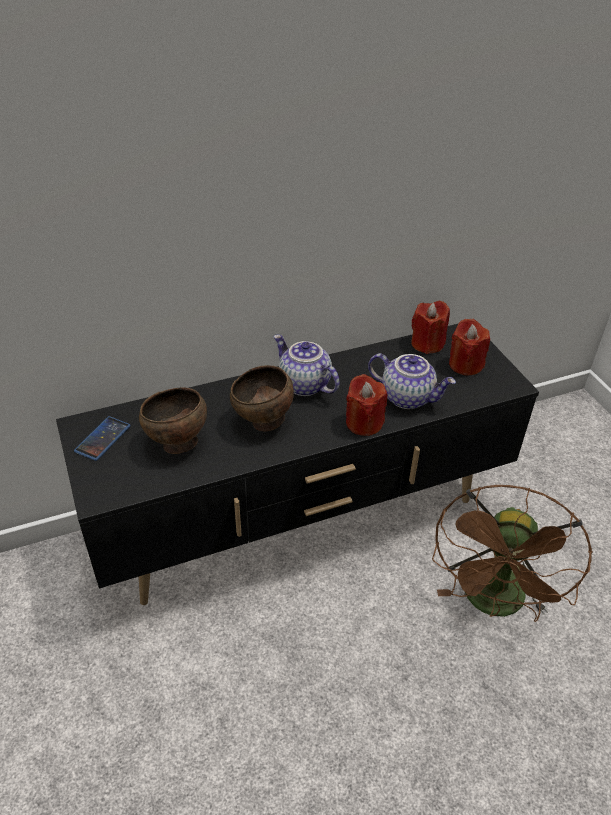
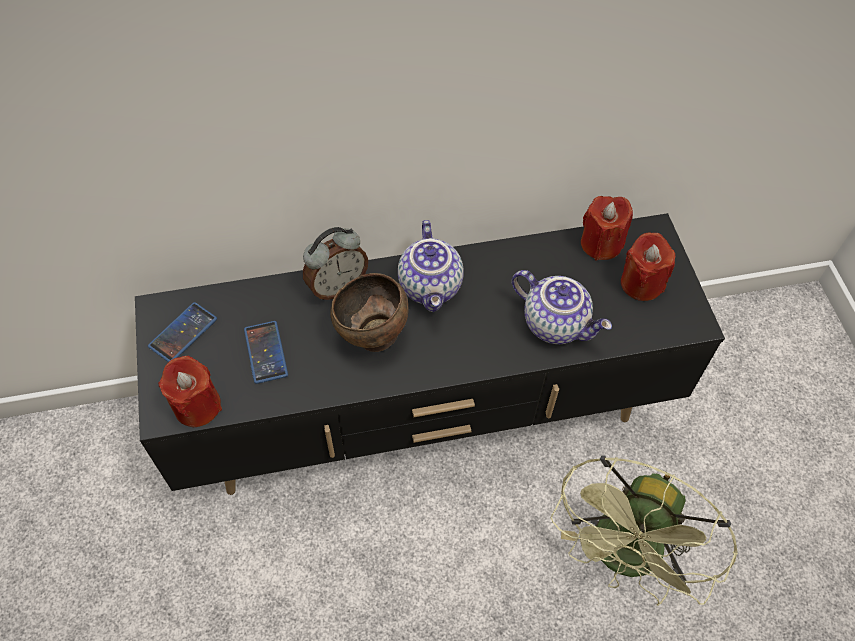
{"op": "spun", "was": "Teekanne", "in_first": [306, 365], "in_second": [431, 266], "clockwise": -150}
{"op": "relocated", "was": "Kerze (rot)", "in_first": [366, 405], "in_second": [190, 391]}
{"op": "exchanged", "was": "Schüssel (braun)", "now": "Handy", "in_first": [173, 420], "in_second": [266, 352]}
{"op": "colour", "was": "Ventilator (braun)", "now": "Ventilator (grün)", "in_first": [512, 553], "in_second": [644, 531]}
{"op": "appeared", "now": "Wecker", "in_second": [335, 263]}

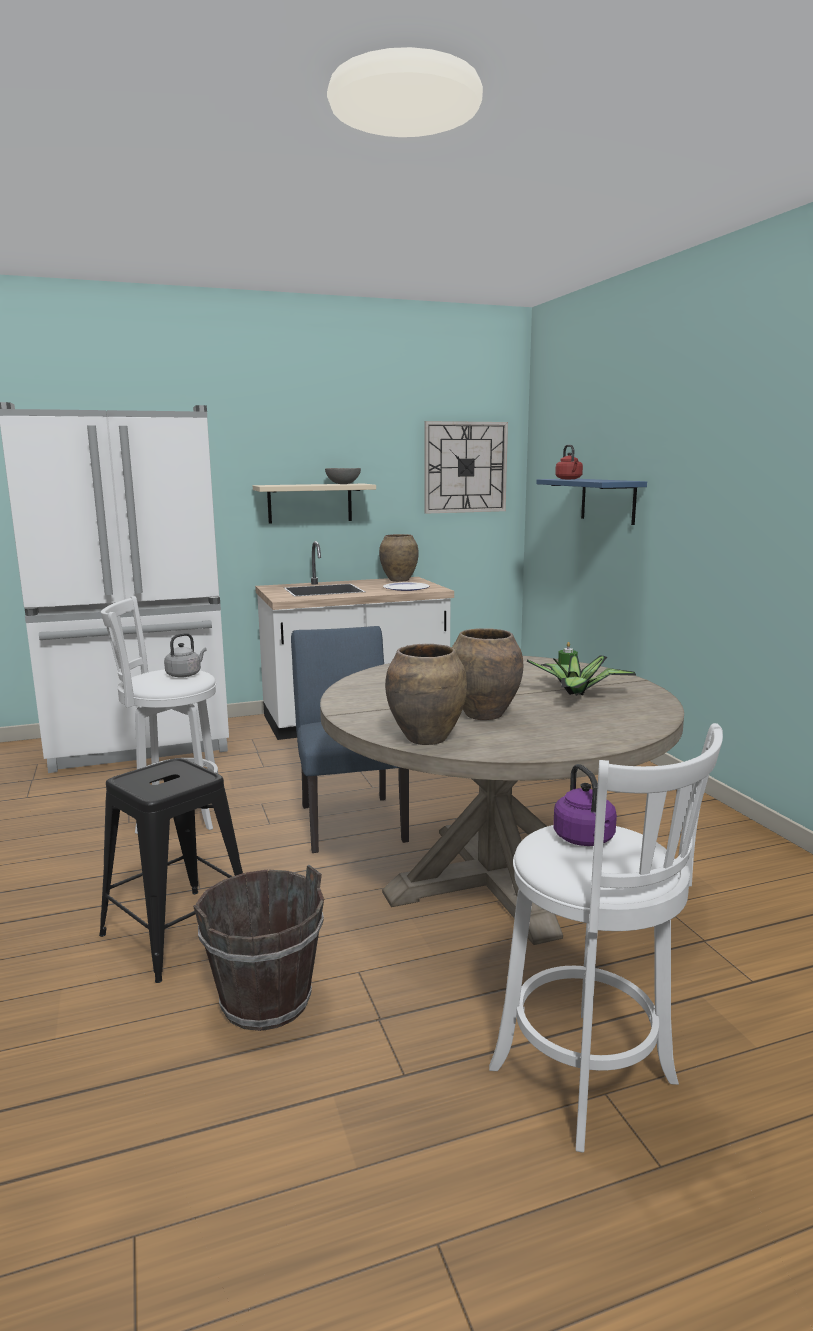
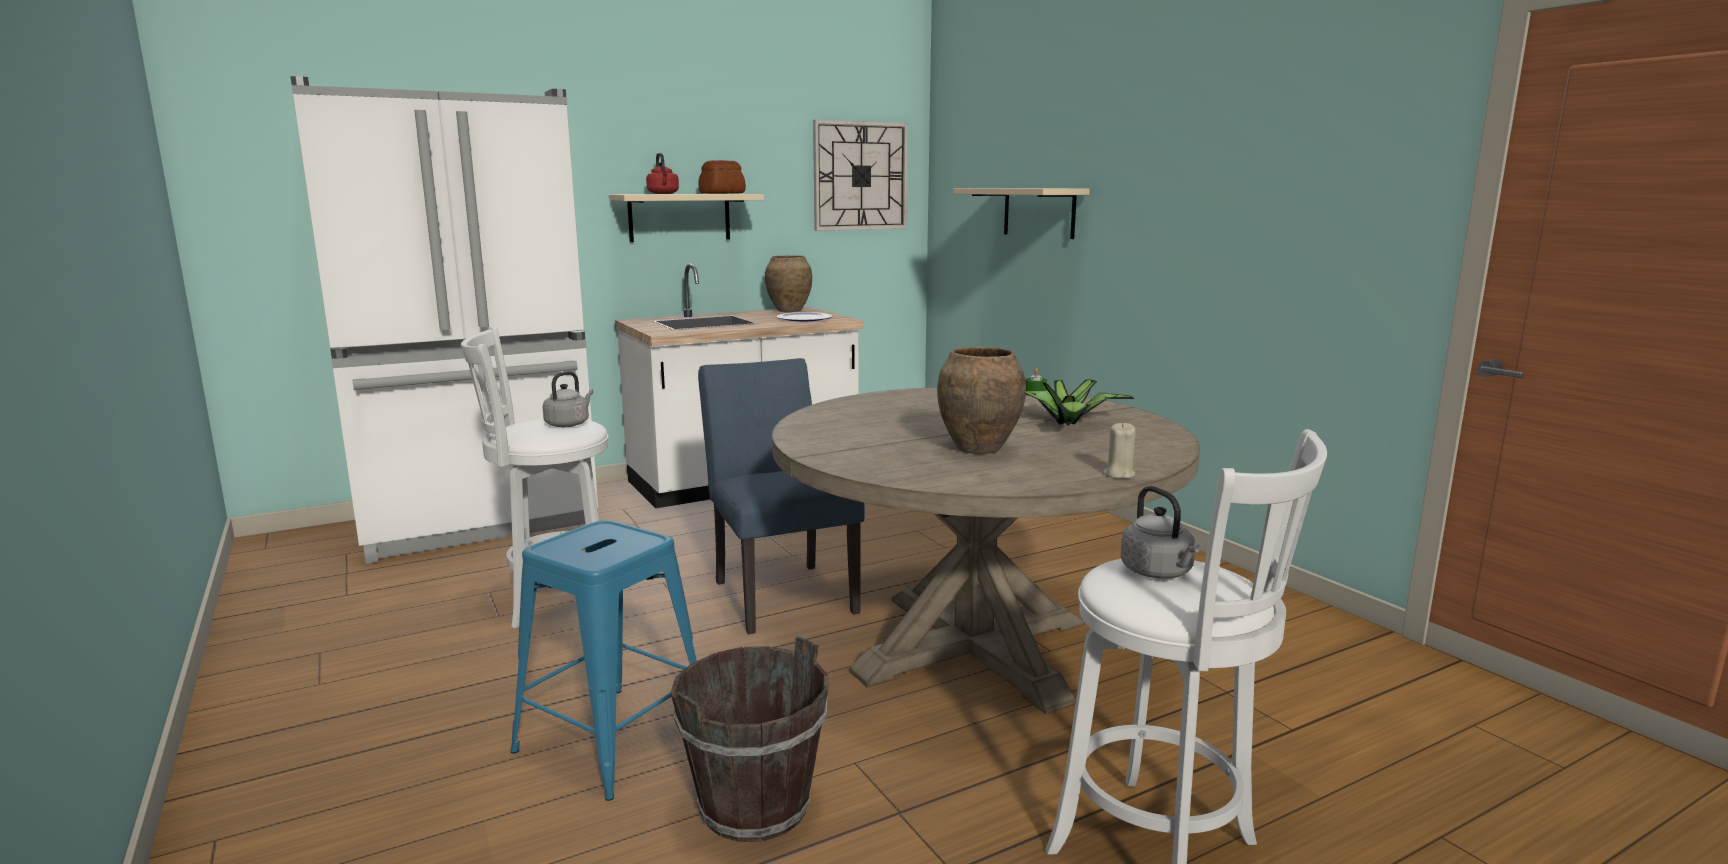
{"op": "relocated", "was": "Wasserkessel (rot)", "in_first": [569, 462], "in_second": [662, 173]}
{"op": "exchanged", "was": "Schüssel (grau)", "now": "Brot", "in_first": [343, 476], "in_second": [722, 177]}
{"op": "colour", "was": "Wandregal (blau)", "now": "Wandregal (beige)", "in_first": [591, 502], "in_second": [1022, 213]}
{"op": "missing", "was": "Vase (braun)", "in_first": [426, 694]}
{"op": "colour", "was": "Hocker (schwarz)", "now": "Hocker (blau)", "in_first": [175, 870], "in_second": [603, 660]}
{"op": "colour", "was": "Wasserkessel (lila)", "now": "Wasserkessel (grau)", "in_first": [585, 805], "in_second": [1160, 532]}
{"op": "appeared", "now": "Kerze (beige)", "in_second": [1119, 450]}

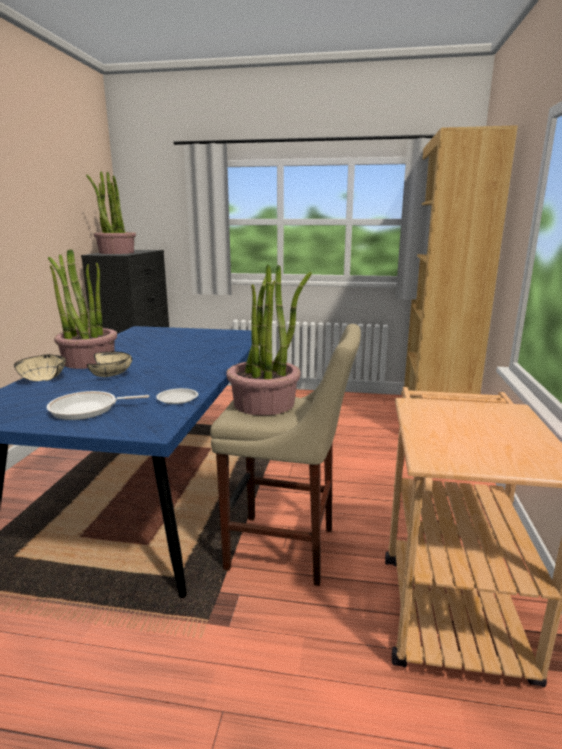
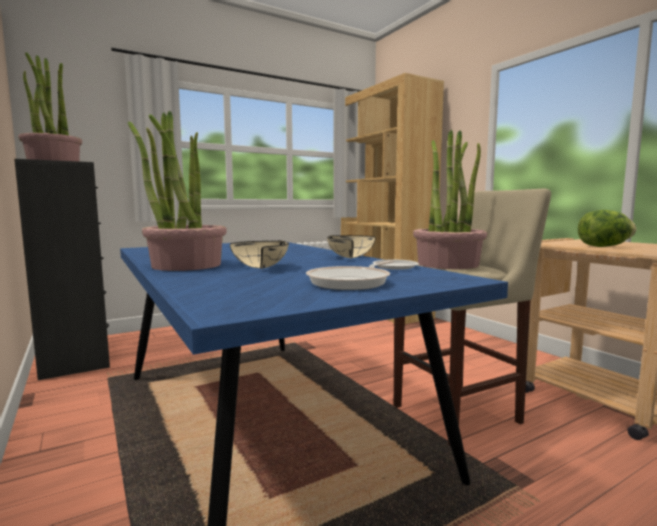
{"op": "relocated", "was": "Schüssel (beige)", "in_first": [40, 367], "in_second": [351, 246]}
{"op": "appeared", "now": "Salatkopf", "in_second": [607, 228]}

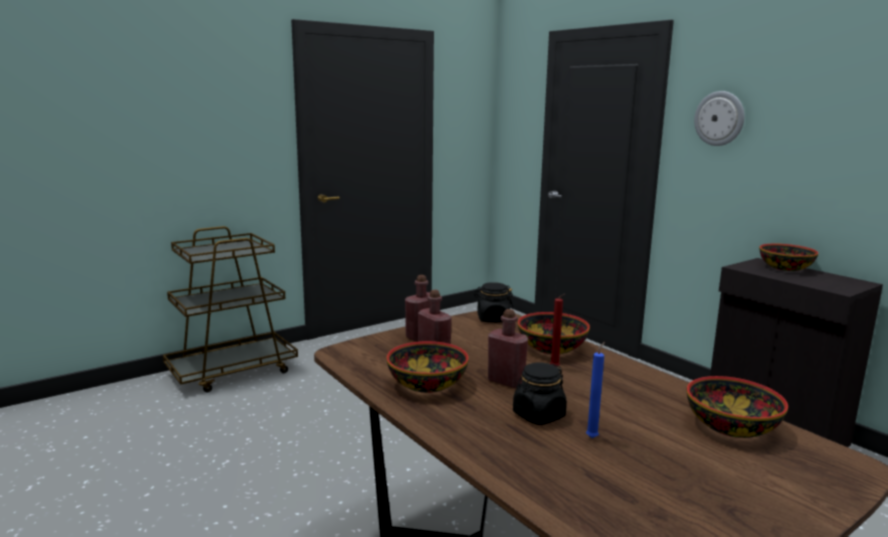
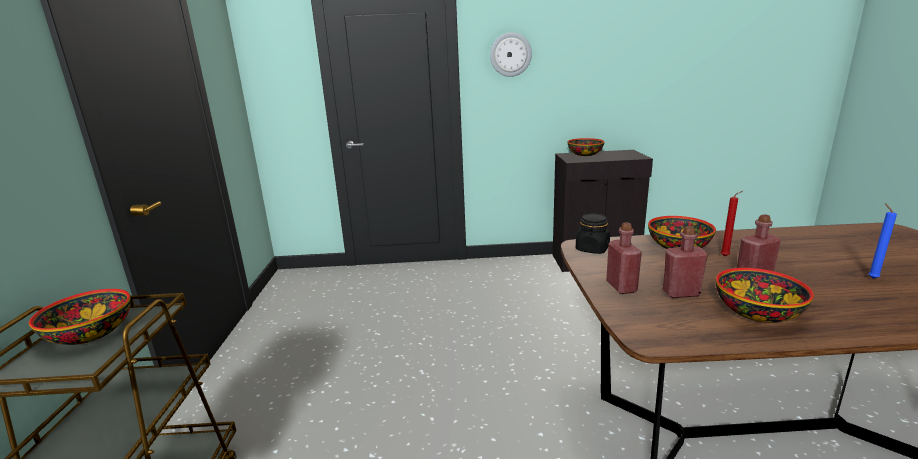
{"op": "missing", "was": "Vorratsglas (schwarz)", "in_first": [540, 394]}
{"op": "relocated", "was": "Schüssel", "in_first": [737, 407], "in_second": [80, 317]}

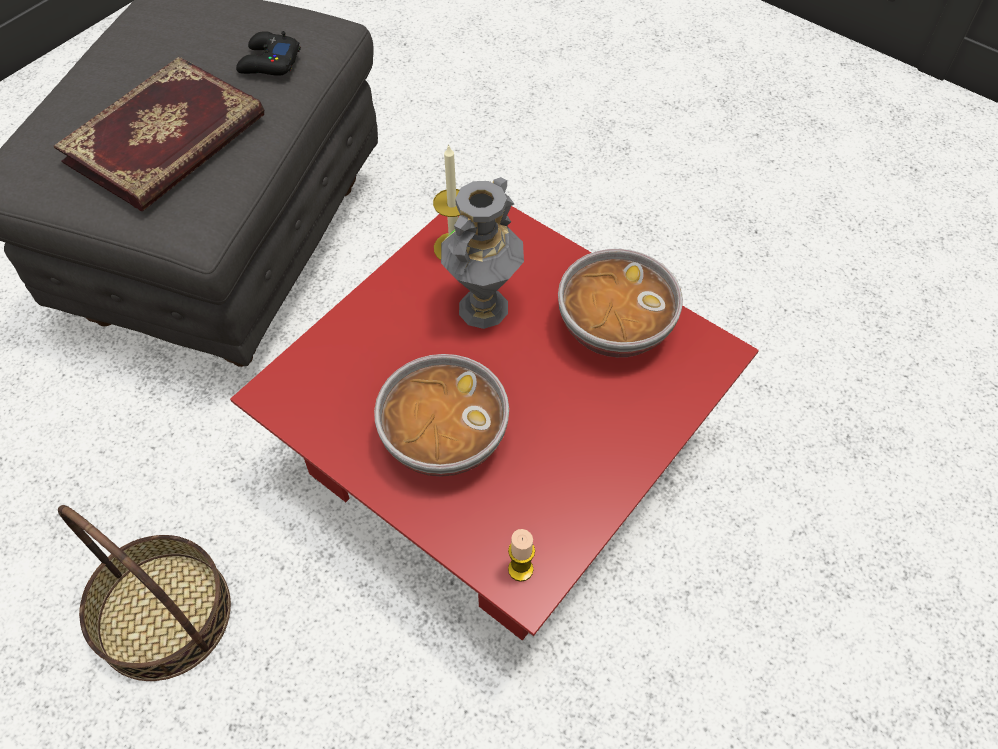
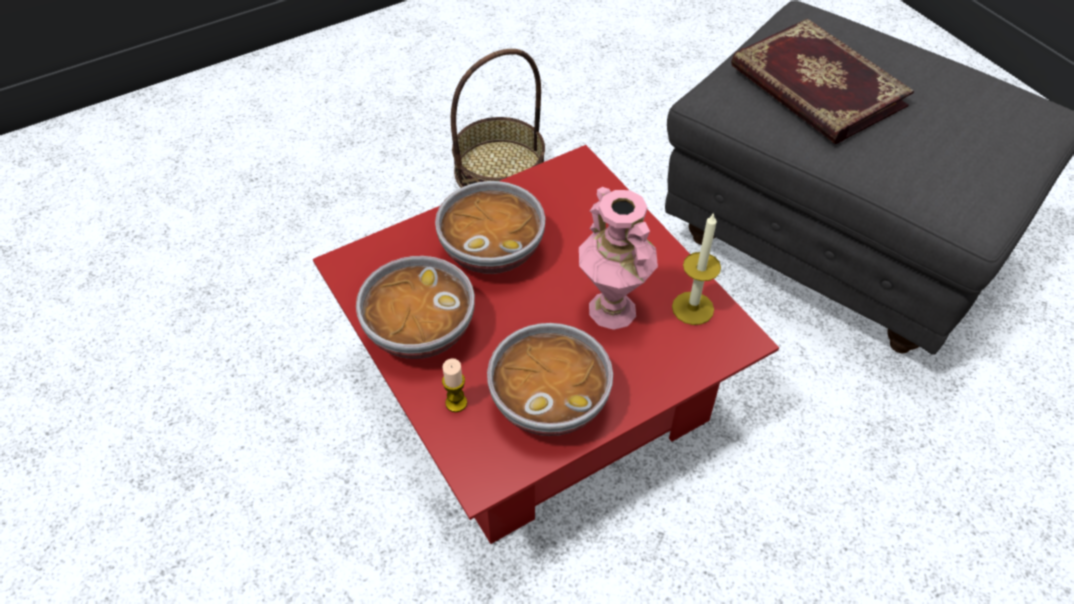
{"op": "missing", "was": "Gamepad (schwarz)", "in_first": [268, 53]}
{"op": "colour", "was": "Vase (grau)", "now": "Vase (rosa)", "in_first": [482, 253], "in_second": [618, 258]}
{"op": "relocated", "was": "Kerze", "in_first": [521, 555], "in_second": [454, 385]}
{"op": "appeared", "now": "Schüssel", "in_second": [415, 307]}

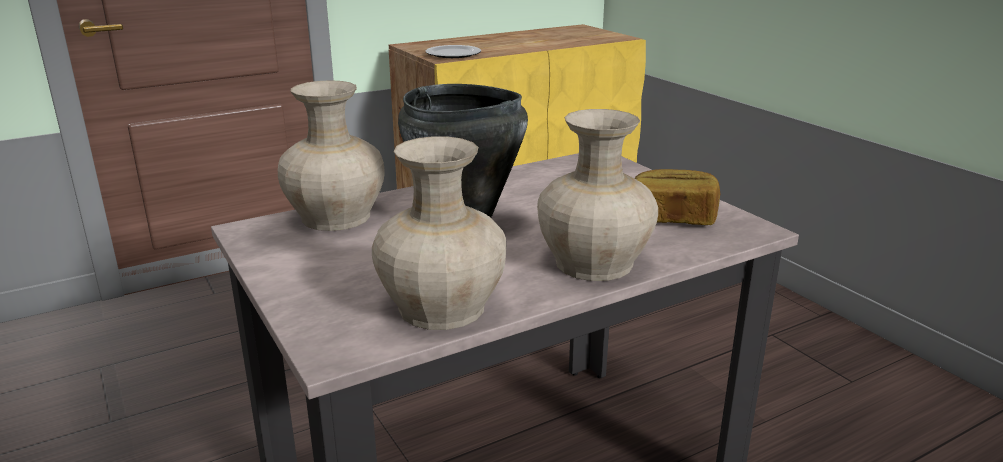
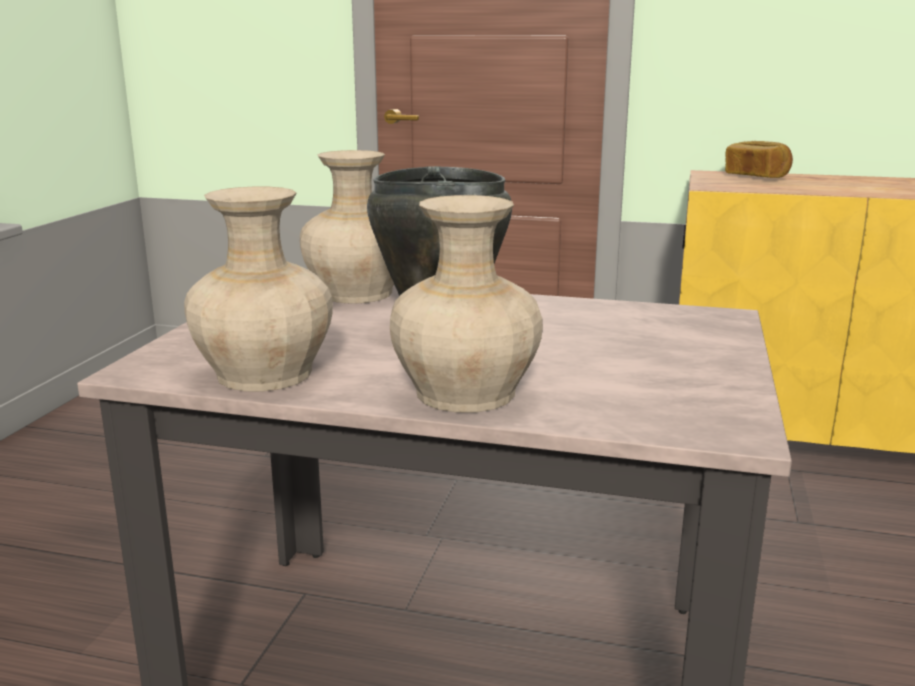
{"op": "missing", "was": "Teller", "in_first": [453, 51]}
{"op": "relocated", "was": "Brot", "in_first": [677, 197], "in_second": [759, 159]}

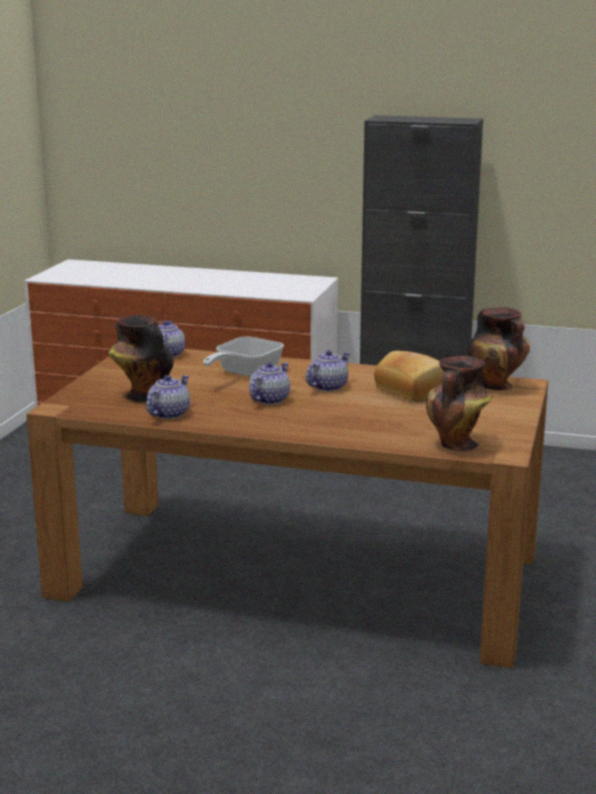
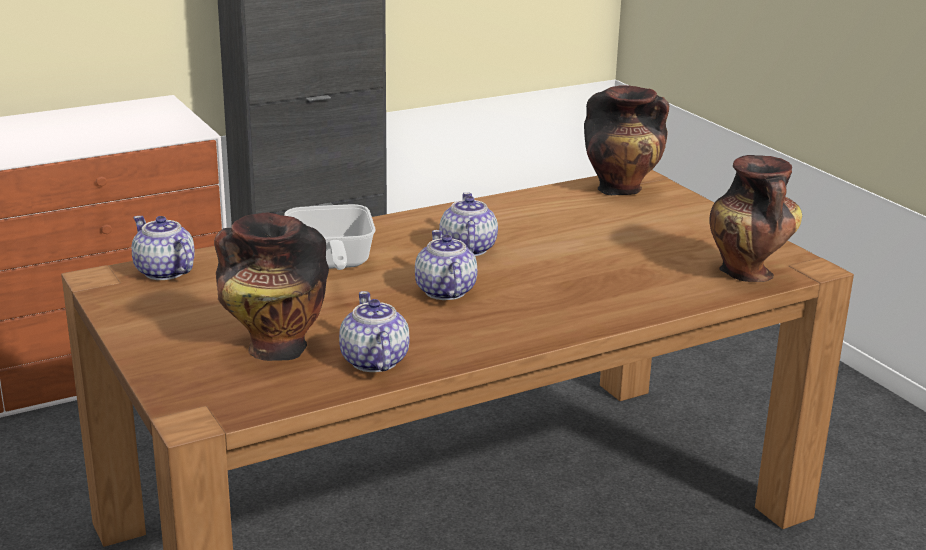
{"op": "missing", "was": "Brot", "in_first": [409, 376]}

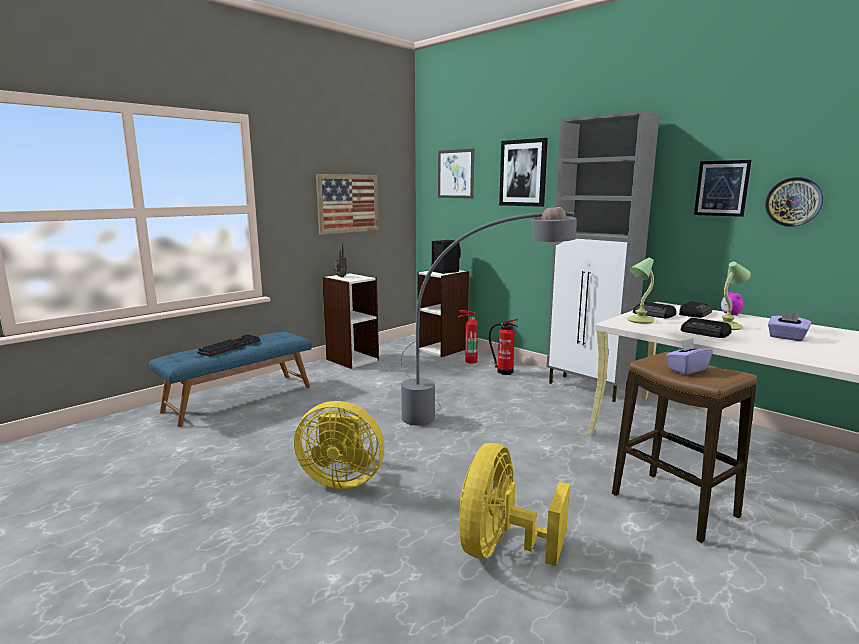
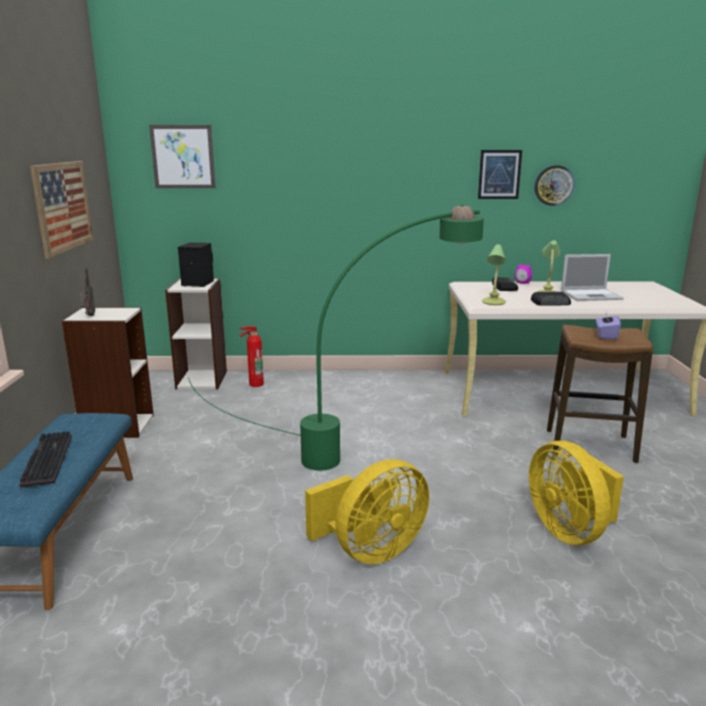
{"op": "missing", "was": "Schrank (grau)", "in_first": [603, 256]}
{"op": "missing", "was": "Bild", "in_first": [523, 172]}
{"op": "colour", "was": "Stehlampe (grau)", "now": "Stehlampe (grün)", "in_first": [489, 316], "in_second": [336, 338]}
{"op": "missing", "was": "Radio", "in_first": [654, 310]}
{"op": "exchanged", "was": "Taschentuchbox (lila)", "now": "Laptop", "in_first": [789, 326], "in_second": [592, 277]}
{"op": "missing", "was": "Feuerlöscher", "in_first": [503, 347]}

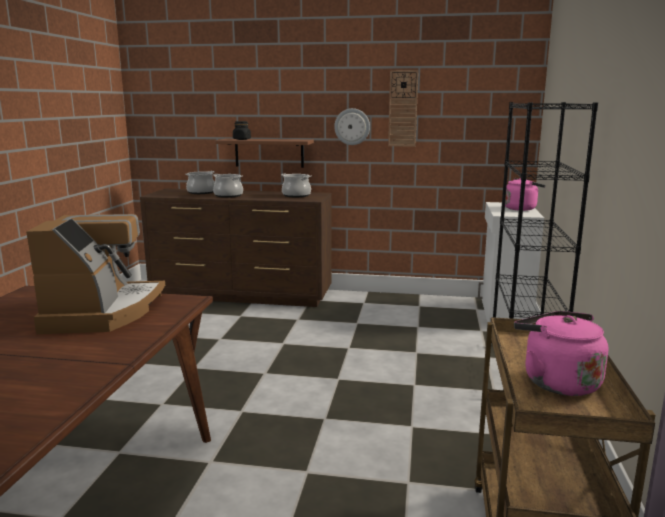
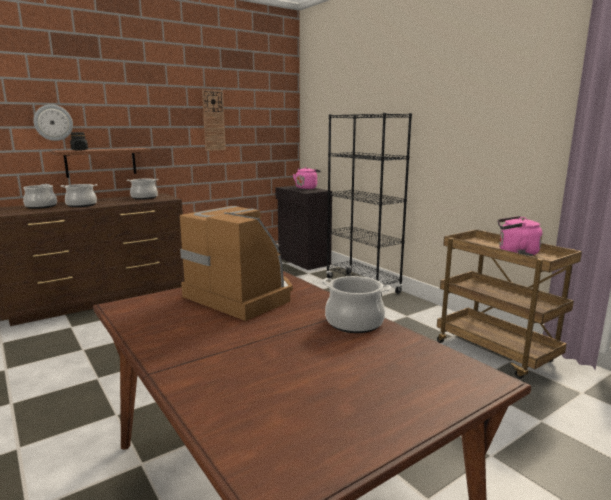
{"op": "relocated", "was": "Wanduhr", "in_first": [352, 126], "in_second": [53, 122]}
{"op": "colour", "was": "Schrank (weiß)", "now": "Schrank (schwarz)", "in_first": [511, 262], "in_second": [303, 228]}
{"op": "appeared", "now": "Kochtopf", "in_second": [356, 304]}

